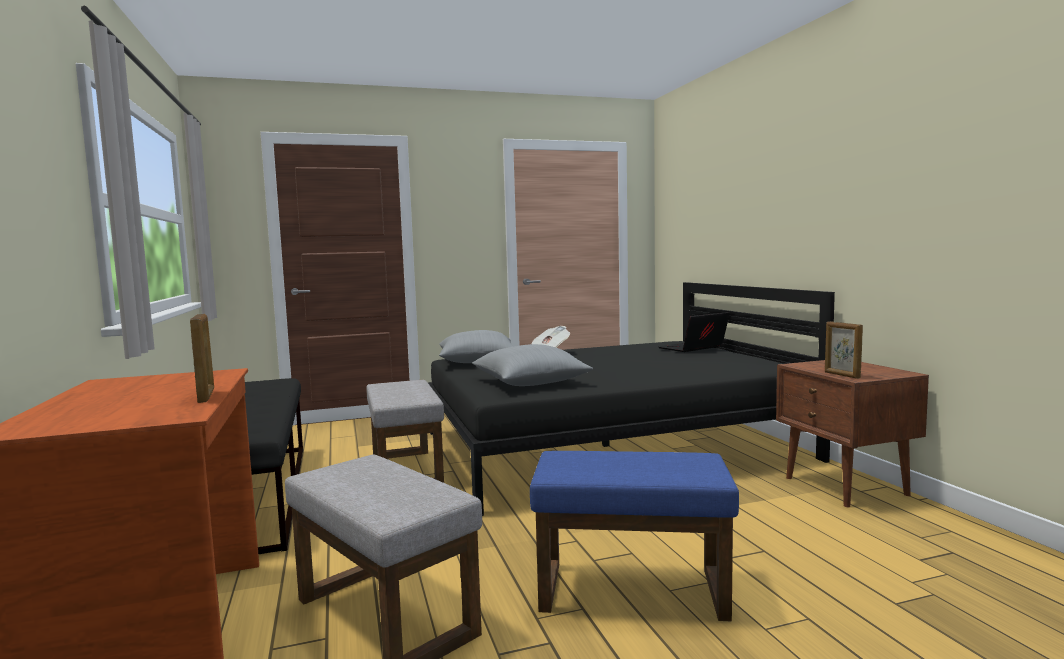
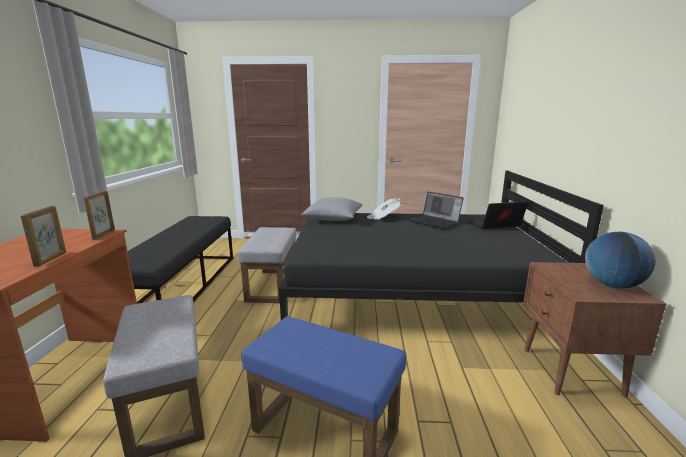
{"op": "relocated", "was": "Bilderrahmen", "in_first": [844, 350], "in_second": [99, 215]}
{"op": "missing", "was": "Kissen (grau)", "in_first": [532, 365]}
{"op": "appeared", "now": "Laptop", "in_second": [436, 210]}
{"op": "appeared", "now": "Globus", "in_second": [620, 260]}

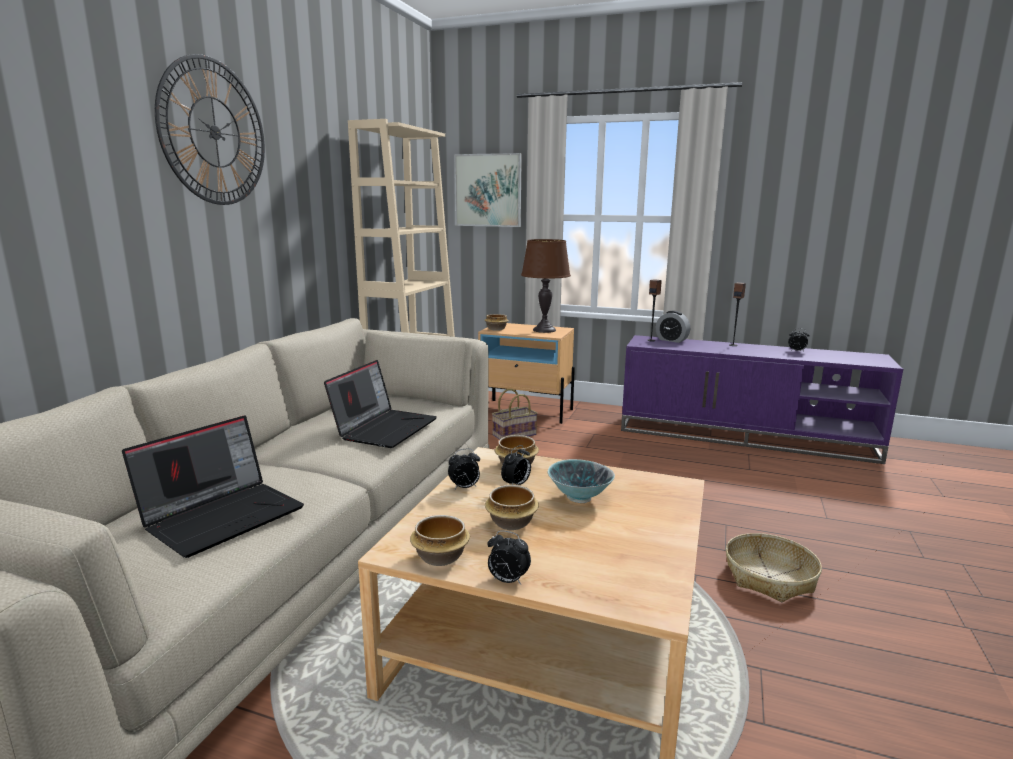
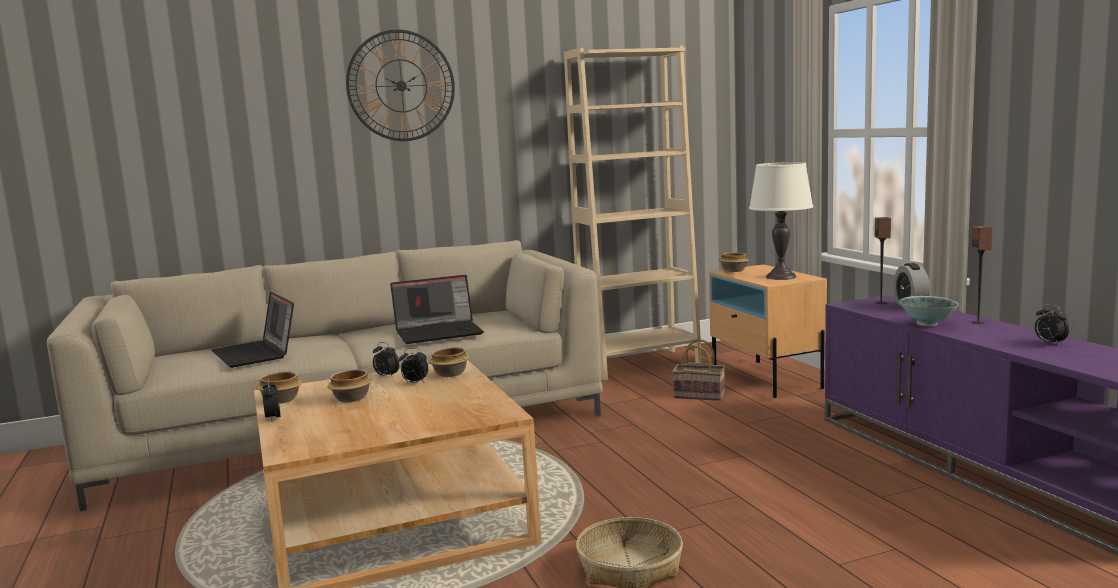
{"op": "missing", "was": "Bild", "in_first": [488, 190]}
{"op": "colour", "was": "Tischlampe (braun)", "now": "Tischlampe (weiß)", "in_first": [546, 286], "in_second": [781, 221]}
{"op": "spun", "was": "Laptop", "in_first": [213, 486], "in_second": [253, 330], "clockwise": 60}
{"op": "relocated", "was": "Schüssel", "in_first": [581, 481], "in_second": [929, 311]}

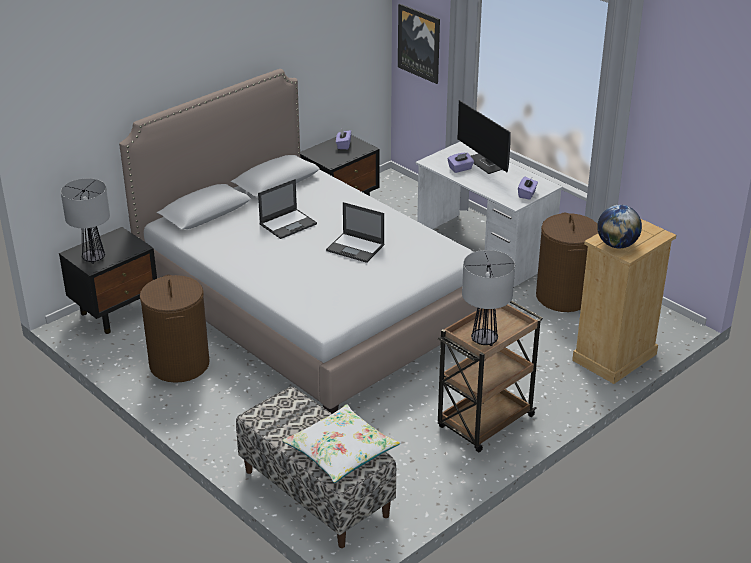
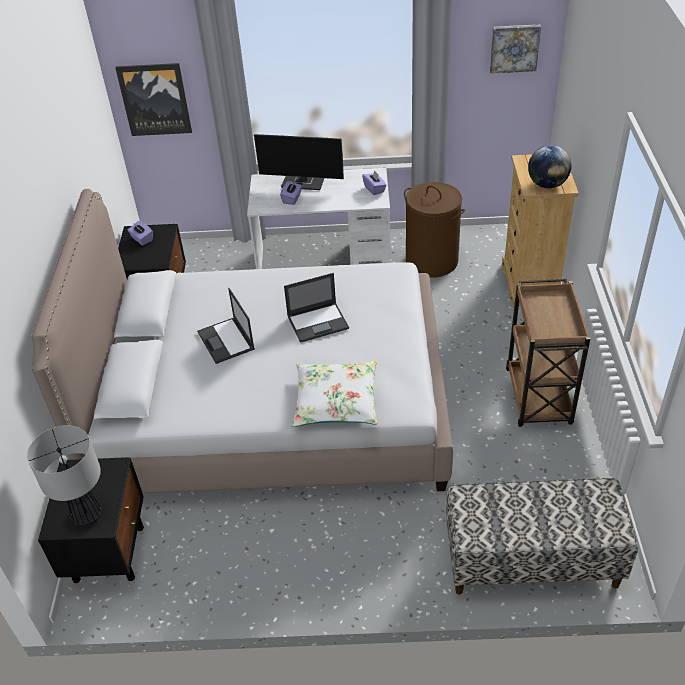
{"op": "spun", "was": "Laptop", "in_first": [287, 209], "in_second": [226, 326], "clockwise": 150}
{"op": "missing", "was": "Tischlampe", "in_first": [488, 298]}
{"op": "missing", "was": "Wäschekorb (braun)", "in_first": [174, 329]}
{"op": "relocated", "was": "Kissen (weiß)", "in_first": [341, 443], "in_second": [334, 394]}
{"op": "appeared", "now": "Bild", "in_second": [515, 49]}

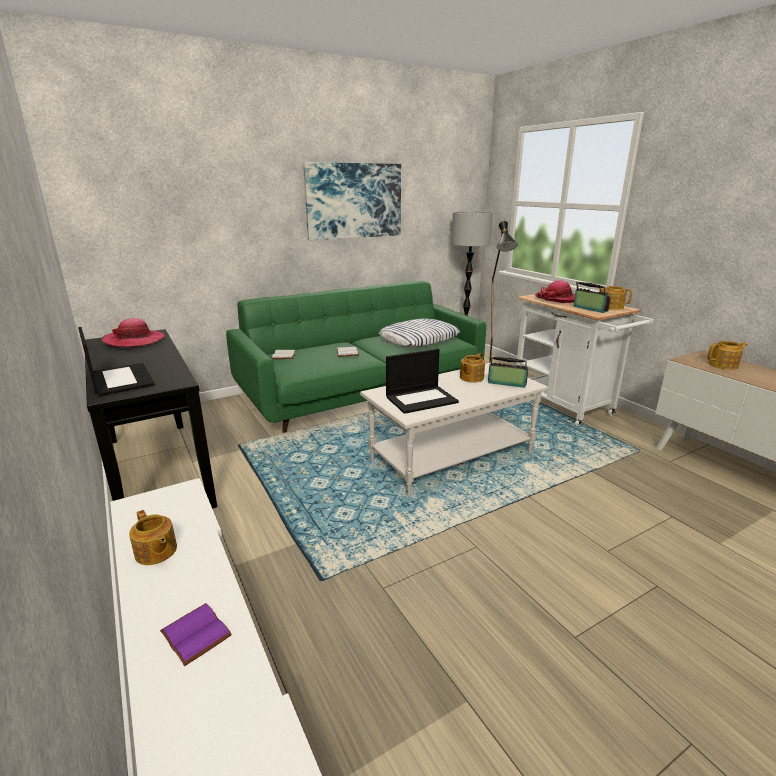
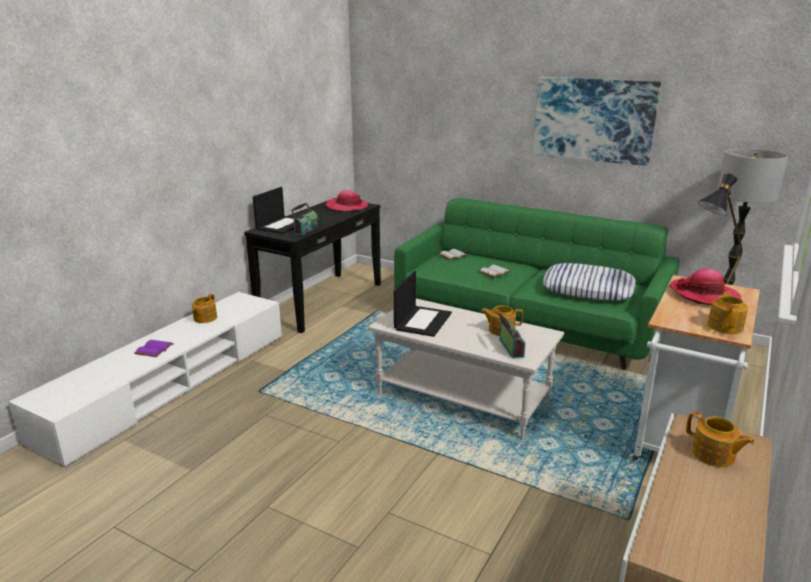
{"op": "relocated", "was": "Radio", "in_first": [592, 297], "in_second": [304, 219]}
{"op": "spun", "was": "Laptop", "in_first": [422, 381], "in_second": [423, 304], "clockwise": -105}

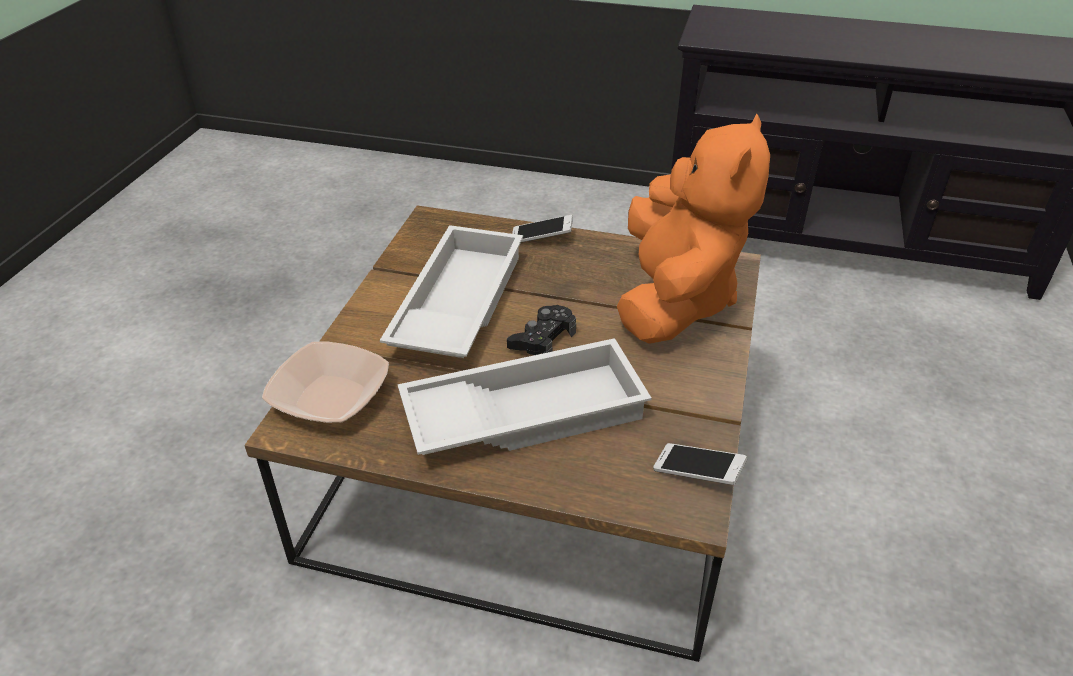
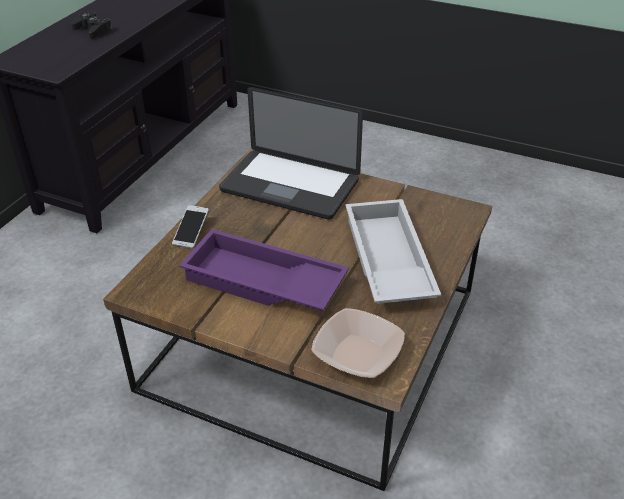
{"op": "exchanged", "was": "Plüschtier (orange)", "now": "Laptop", "in_first": [693, 228], "in_second": [291, 153]}
{"op": "colour", "was": "Tablett (weiß)", "now": "Tablett (lila)", "in_first": [451, 291], "in_second": [264, 270]}
{"op": "relocated", "was": "Gamepad (schwarz)", "in_first": [541, 330], "in_second": [92, 25]}
{"op": "missing", "was": "Handy", "in_first": [700, 464]}

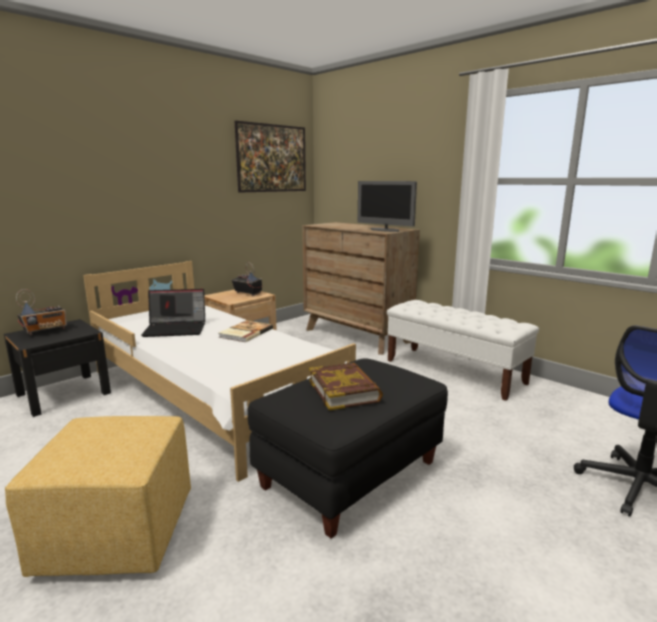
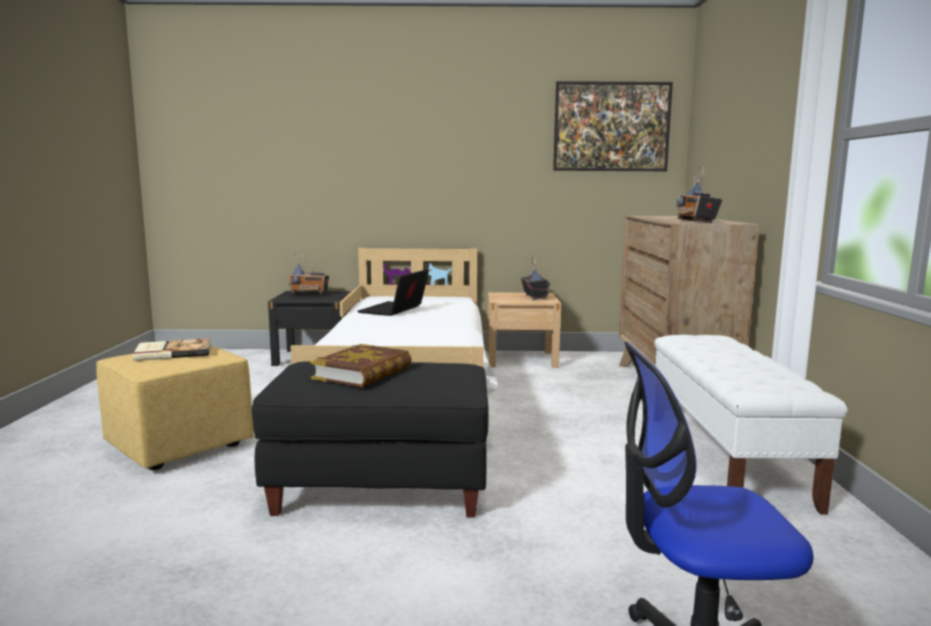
{"op": "exchanged", "was": "Monitor", "now": "Radio", "in_first": [387, 206], "in_second": [699, 194]}
{"op": "spun", "was": "Laptop", "in_first": [173, 313], "in_second": [393, 292], "clockwise": 75}
{"op": "relocated", "was": "Buch", "in_first": [246, 331], "in_second": [172, 349]}

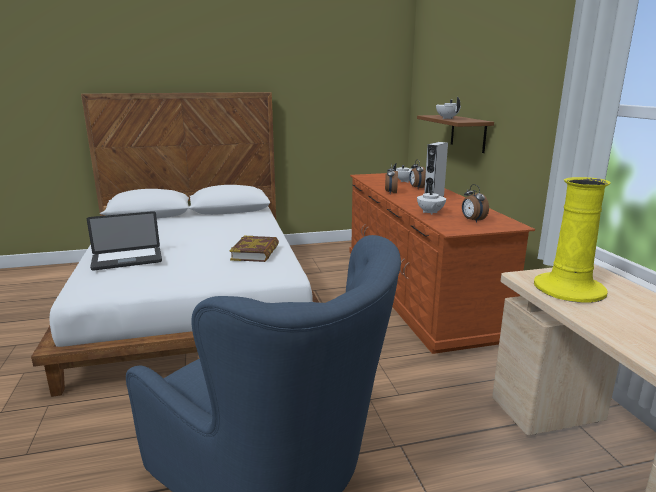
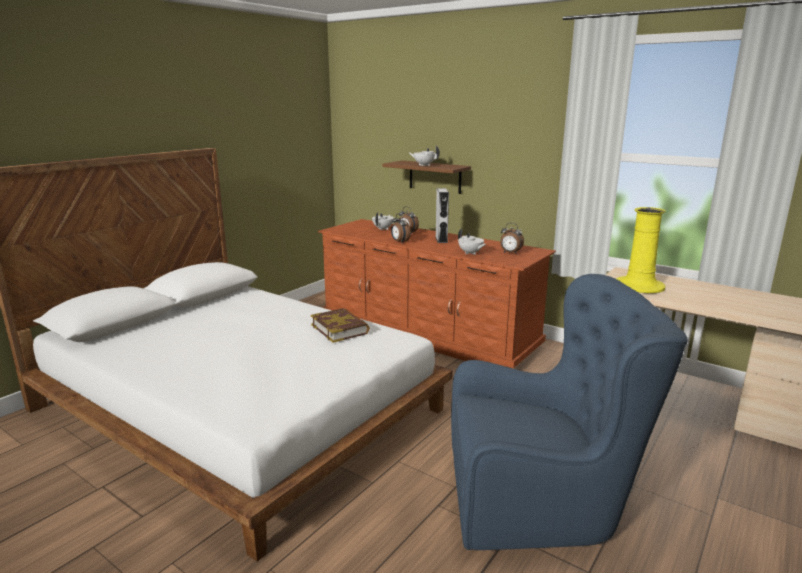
{"op": "missing", "was": "Laptop", "in_first": [124, 241]}

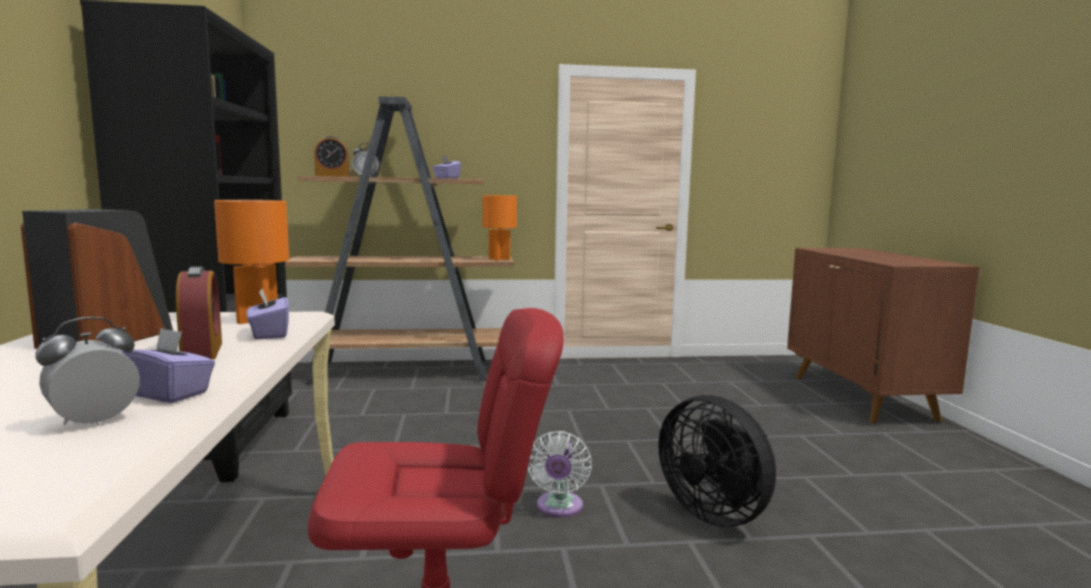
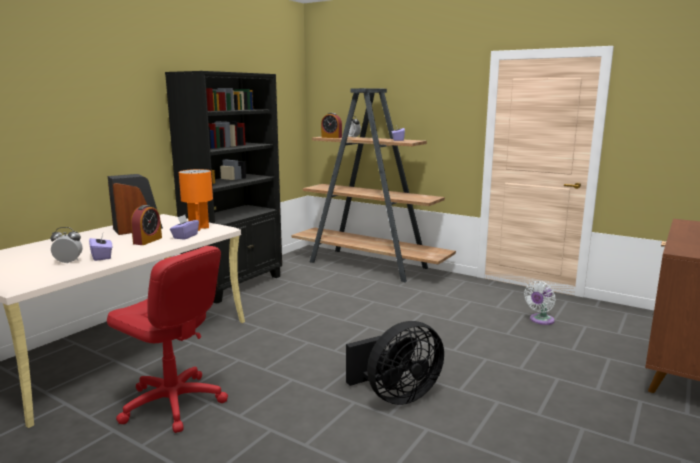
{"op": "missing", "was": "Tischlampe (orange)", "in_first": [500, 228]}
{"op": "spun", "was": "Ventilator (schwarz)", "in_first": [717, 461], "in_second": [395, 363], "clockwise": -120}
{"op": "relocated", "was": "Ventilator (weiß)", "in_first": [560, 474], "in_second": [540, 303]}

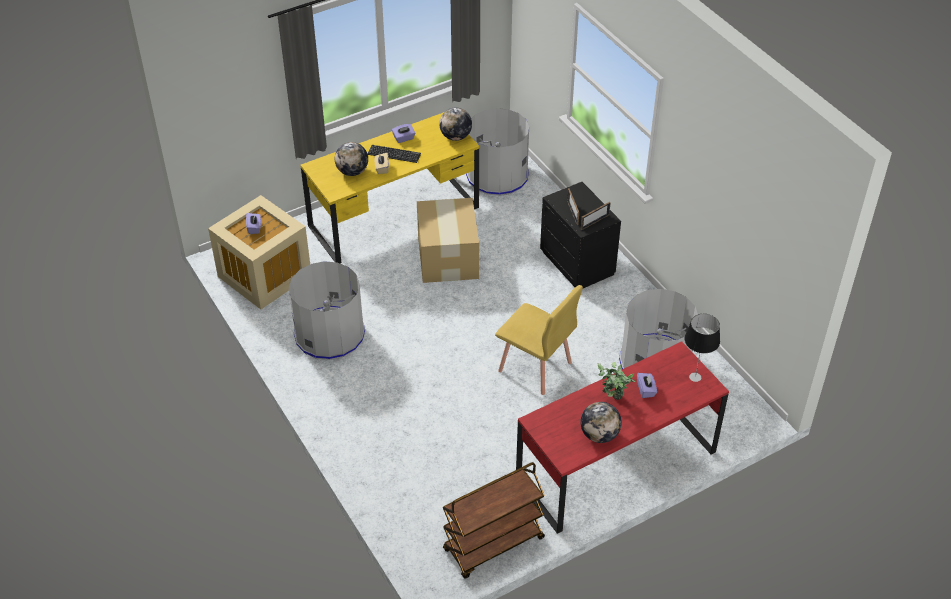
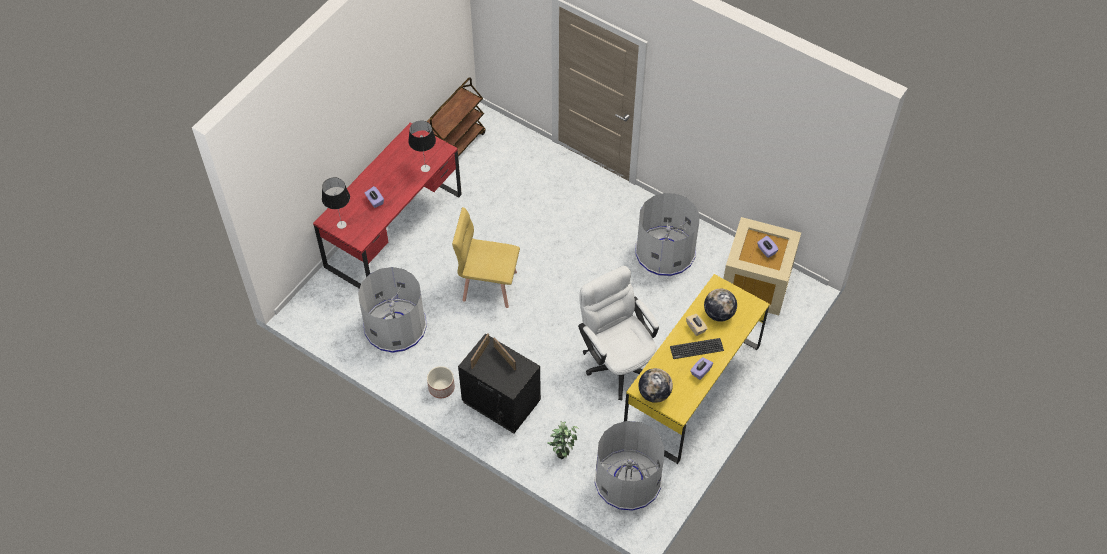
{"op": "exchanged", "was": "Karton", "now": "Bürostuhl (weiß)", "in_first": [448, 240], "in_second": [618, 333]}
{"op": "relocated", "was": "Topfpflanze", "in_first": [617, 380], "in_second": [563, 440]}
{"op": "missing", "was": "Globus", "in_first": [601, 422]}
{"op": "appeared", "now": "Tischlampe", "in_second": [422, 146]}
{"op": "appeared", "now": "Pflanzkübel", "in_second": [441, 382]}

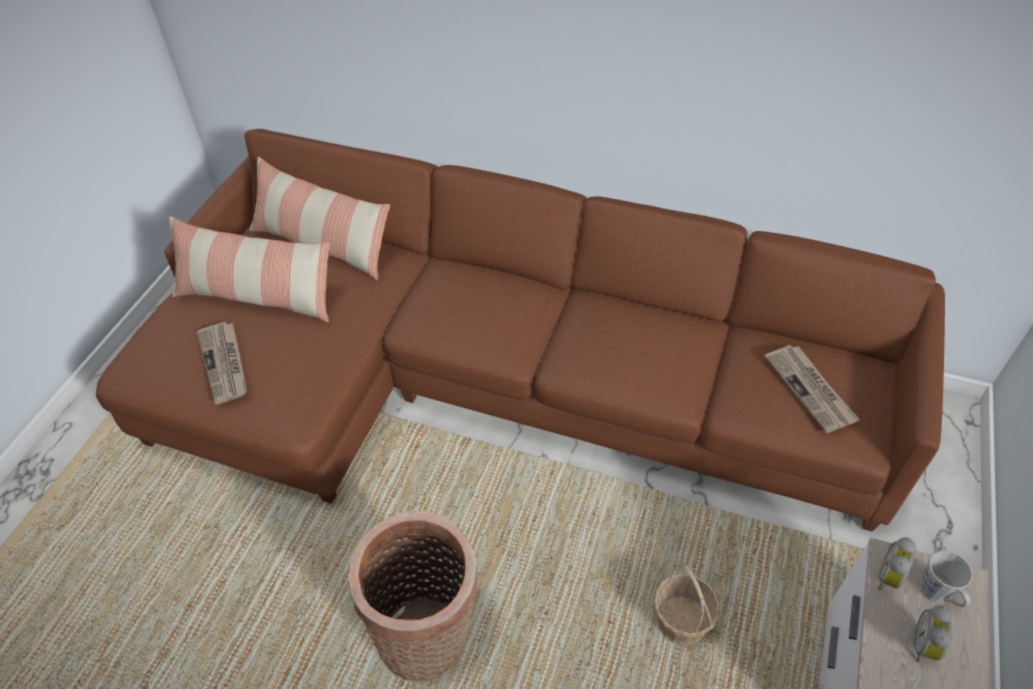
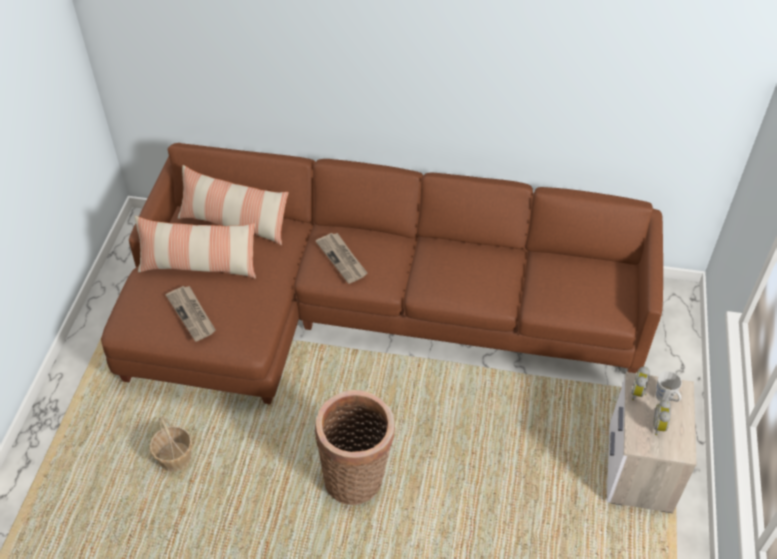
{"op": "relocated", "was": "Zeitung", "in_first": [812, 389], "in_second": [342, 258]}
{"op": "relocated", "was": "Korb", "in_first": [687, 603], "in_second": [171, 444]}

